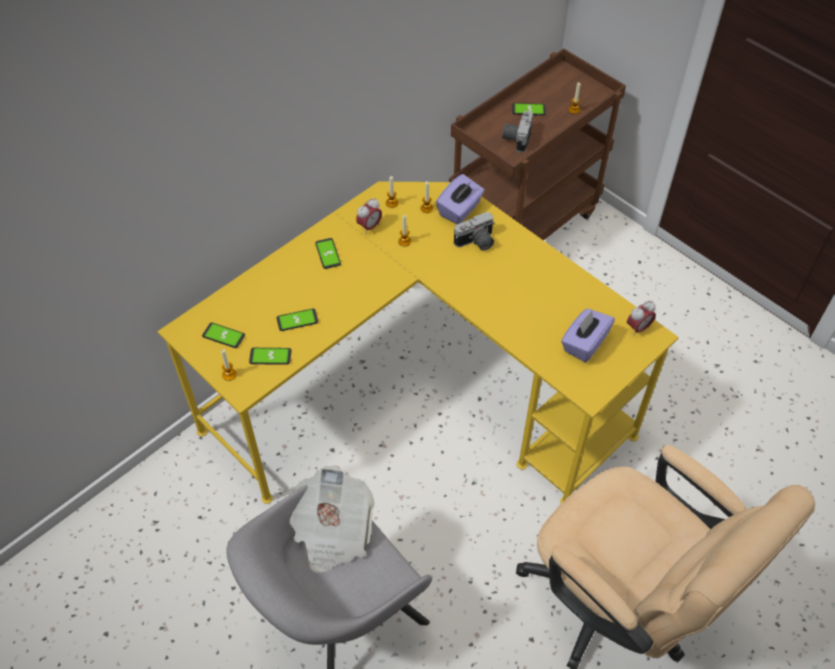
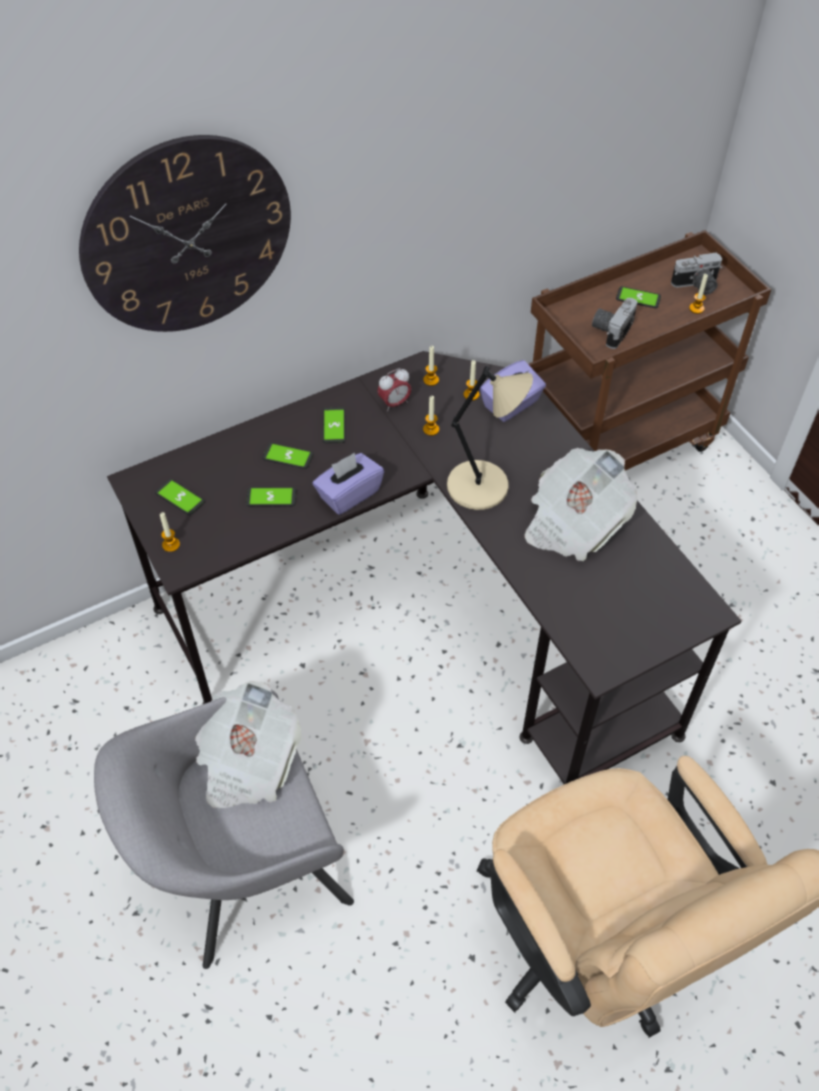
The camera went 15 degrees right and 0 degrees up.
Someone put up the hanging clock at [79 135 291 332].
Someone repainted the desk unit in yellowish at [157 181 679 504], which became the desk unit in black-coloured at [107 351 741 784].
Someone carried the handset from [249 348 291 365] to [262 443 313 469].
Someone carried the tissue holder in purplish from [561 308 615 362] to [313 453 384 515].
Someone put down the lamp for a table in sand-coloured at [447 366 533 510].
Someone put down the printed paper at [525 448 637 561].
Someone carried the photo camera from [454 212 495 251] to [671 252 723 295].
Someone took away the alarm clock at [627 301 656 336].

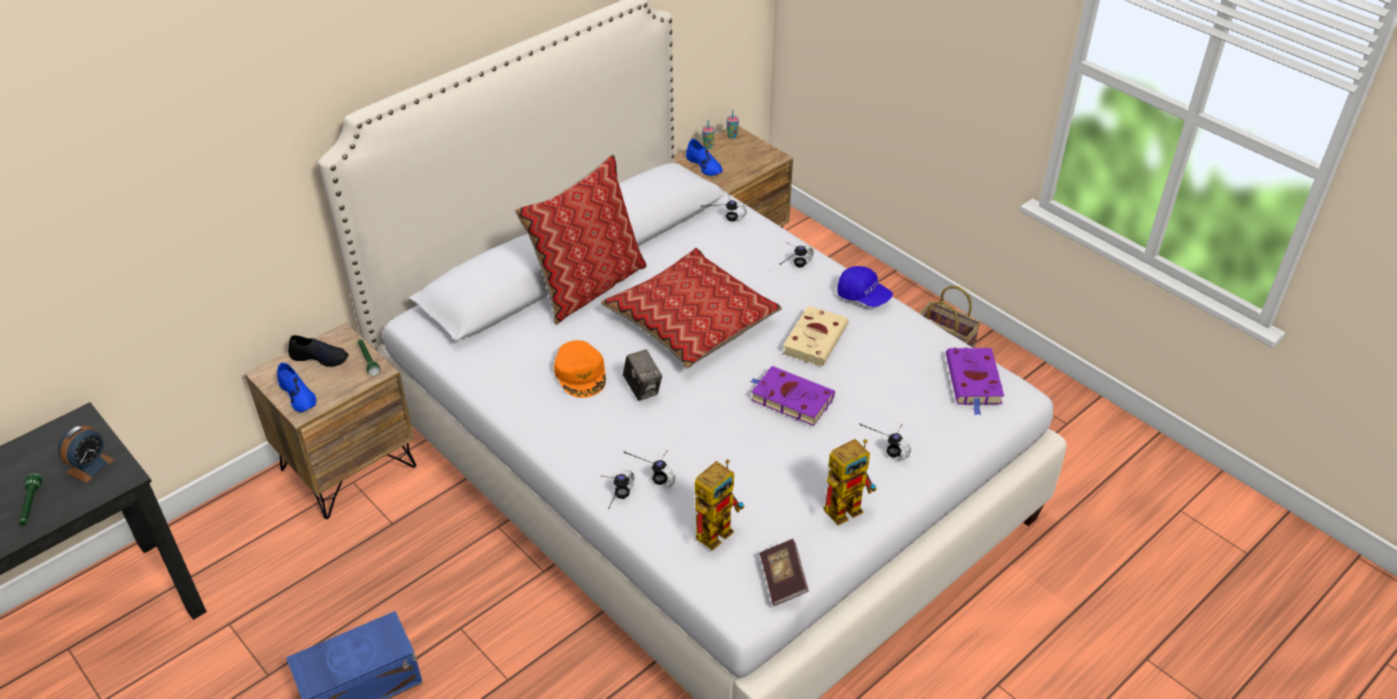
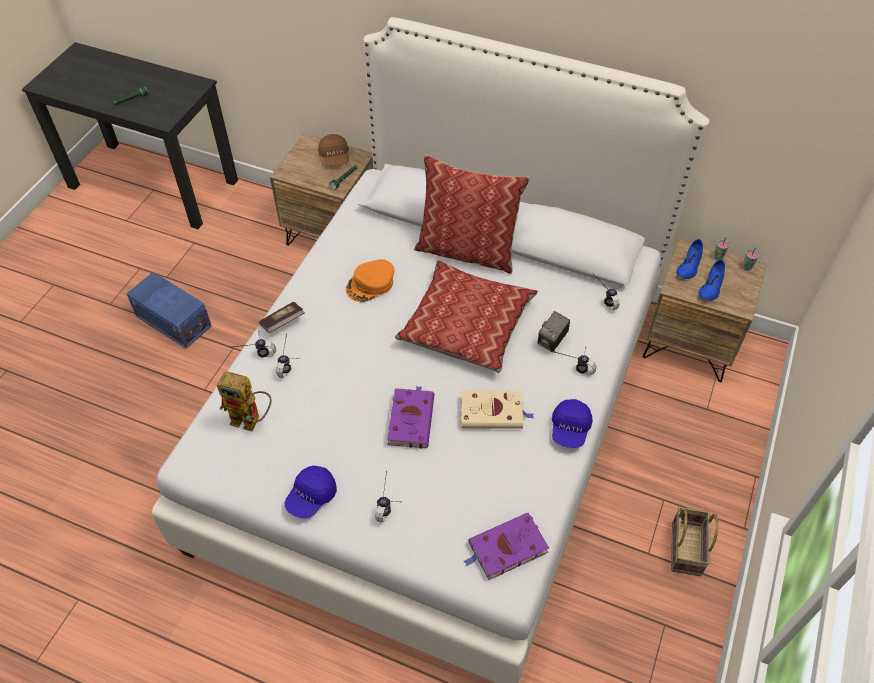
The camera went 65 degrees right and 10 degrees up.
Someone carried the book from [760 539 809 606] to [259 302 305 333].
Someone swapped the toy robot at [823 439 877 526] for the baseball cap in blue at [285 466 337 518].
Someone swapped the low shoe in black-coloured at [288 335 349 367] for the baseball cap in brown at [318 134 349 166].
Someone carried the photo camera from [623 350 662 401] to [538 311 570 352].
Someone carried the low shoe in blue from [277 363 316 412] to [699 259 725 301].
Someone took away the alarm clock at [58 426 114 483].

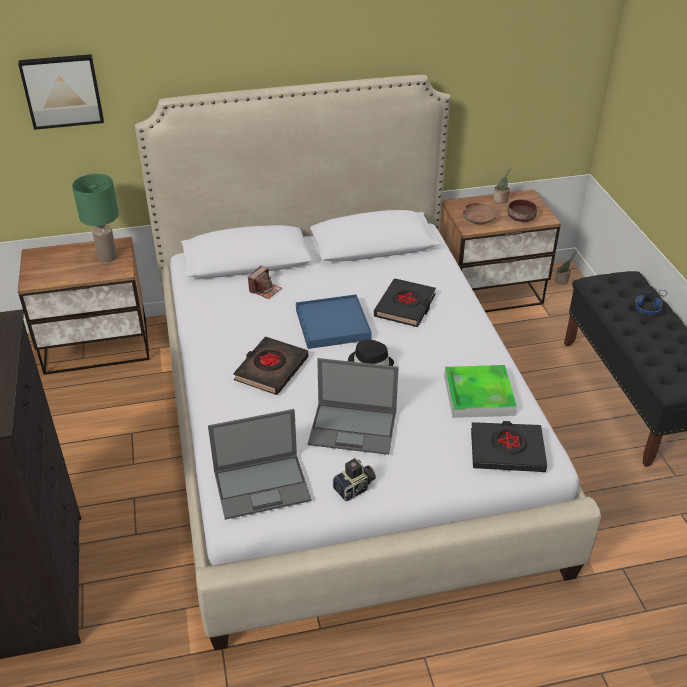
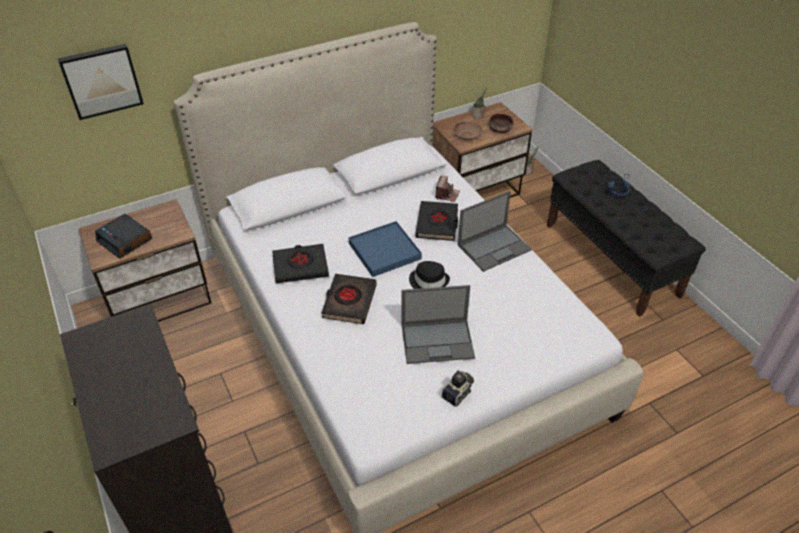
The camera went 15 degrees left and 5 degrees up.
Someone put down the alarm clock at [95 214 152 259].
Someone carried the book in black-coloured from [471 421 547 472] to [272 244 329 283].
Someone carried the photo camera from [248 266 282 299] to [435 175 460 202].
Someone carried the laptop from [208 409 311 520] to [458 191 532 272].
Someone took away the lamp for a table in green-coloured at [72 174 119 262].
Someone took away the carrying tray at [444 365 517 418].

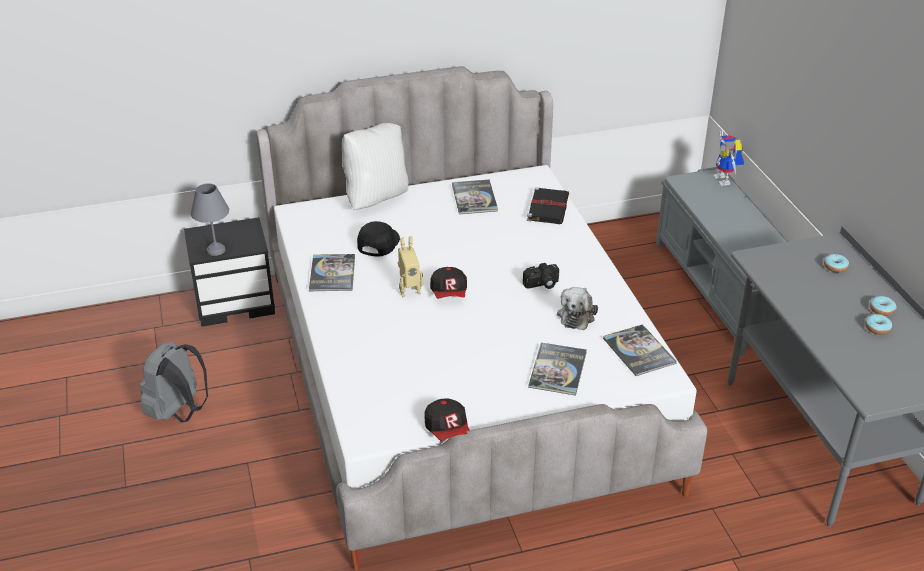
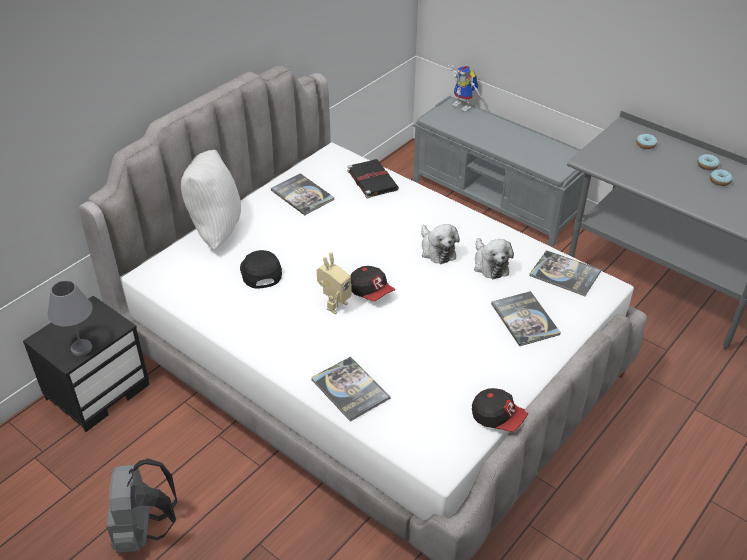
The camera went 35 degrees left and 5 degrees up.
Someone carried the book from [309 254 355 291] to [311 357 390 422].
Someone swapped the photo camera at [523 263 559 289] for the soft toy at [421 224 460 264].

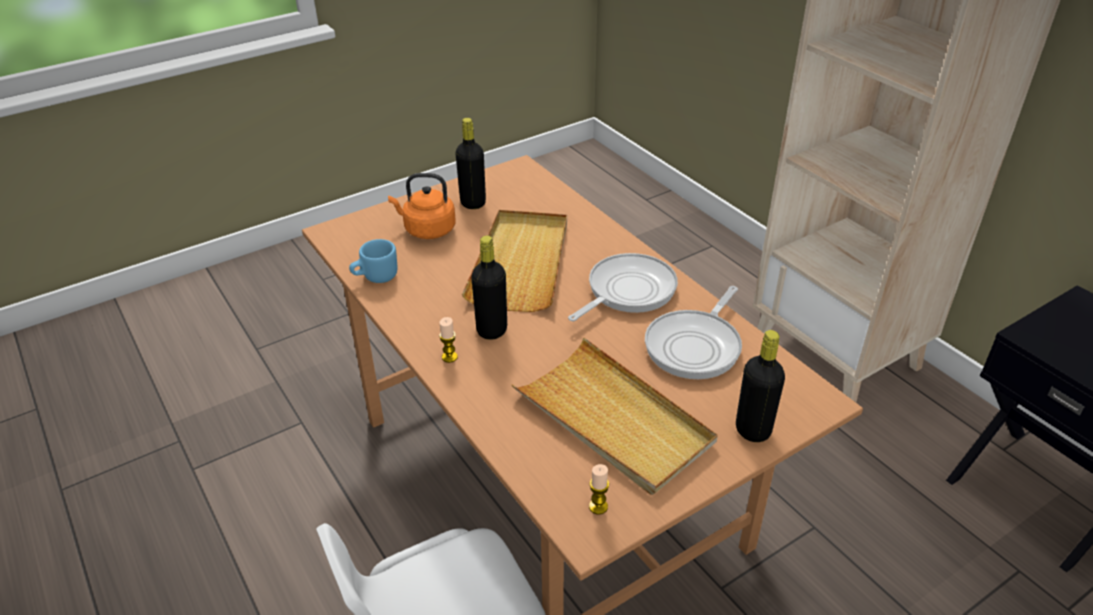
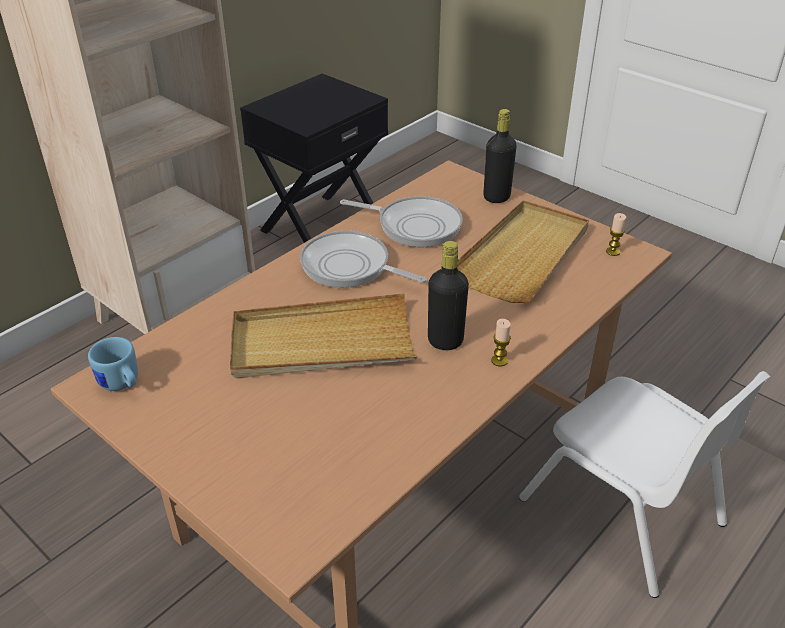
The camera went 105 degrees left and 0 degrees up.
Someone carried the coffee mug in blue from [349 239 398 283] to [88 337 138 391].
Someone took away the tea kettle in orange at [388 173 456 239].
Someone took away the drink bottle in black-coloured at [455 118 486 209].

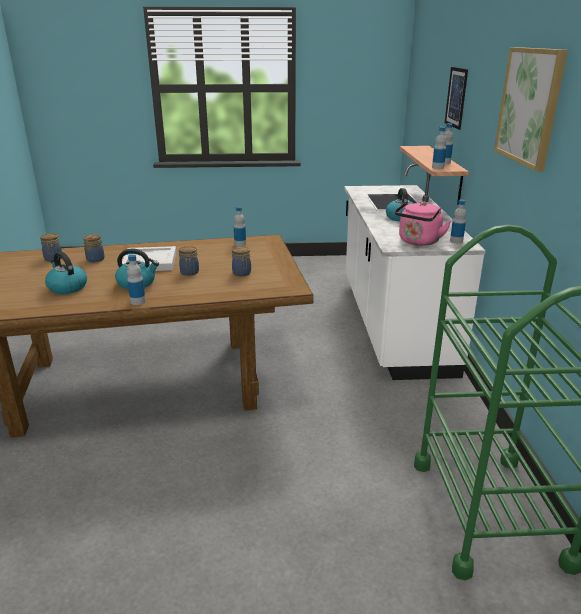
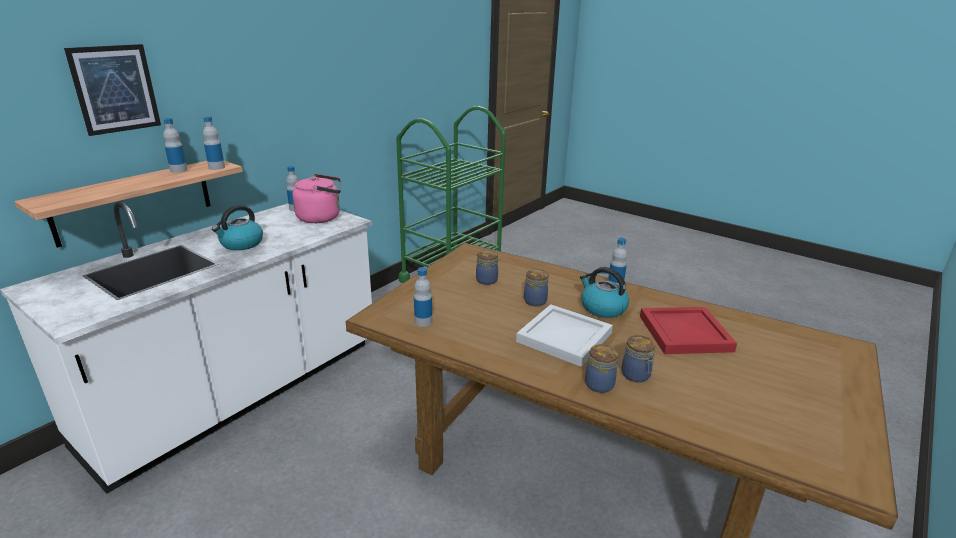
The camera went 140 degrees left and 0 degrees up.
Someone carried the jar from [40 234 62 261] to [585 344 618 393].
Someone swapped the tea kettle at [45 252 87 294] for the carrying tray in red at [640 307 737 354].
Someone took away the picture at [494 47 568 171].

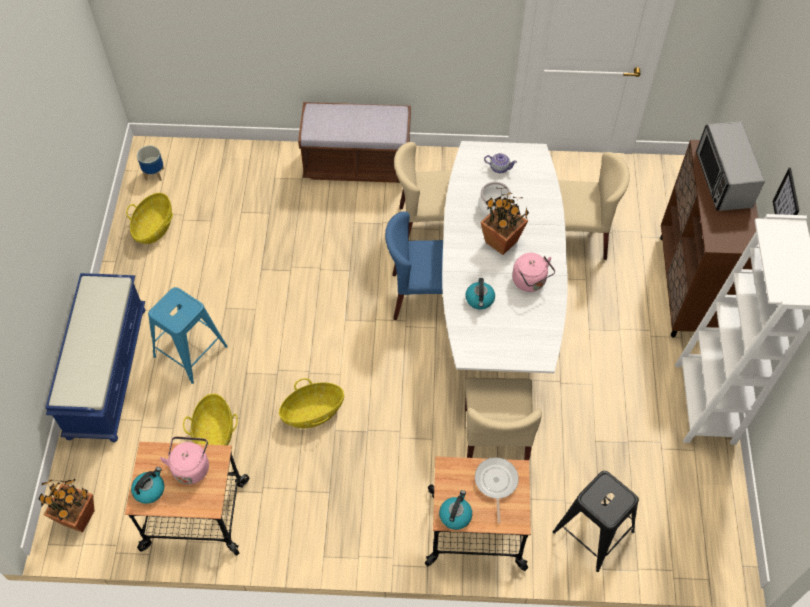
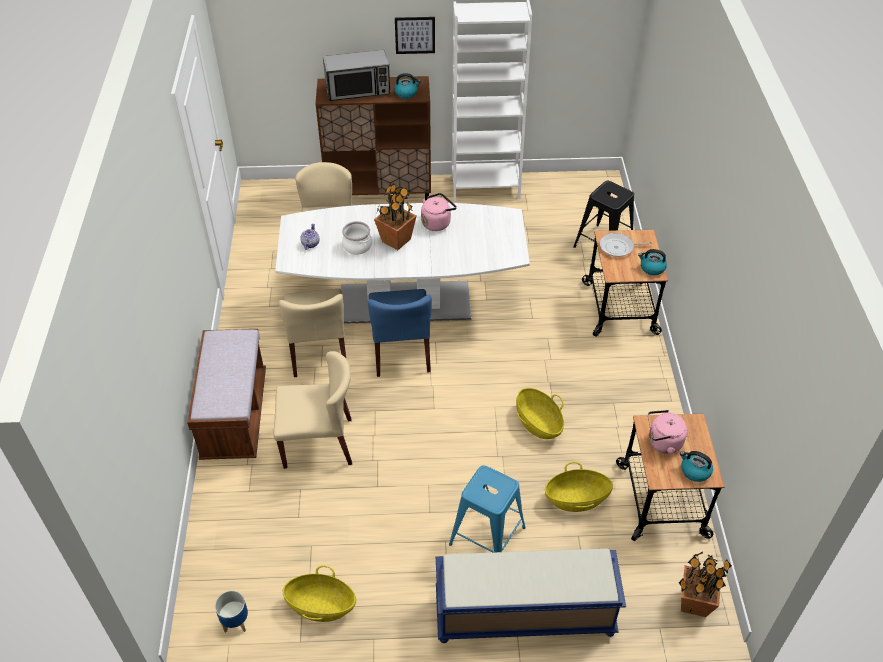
The camera went 95 degrees left and 10 degrees down.
Someone carried the chair in sand-coloured from [465 378 542 461] to [274 351 352 469].
Someone carried the tea kettle from [465 278 495 310] to [394 73 421 99].

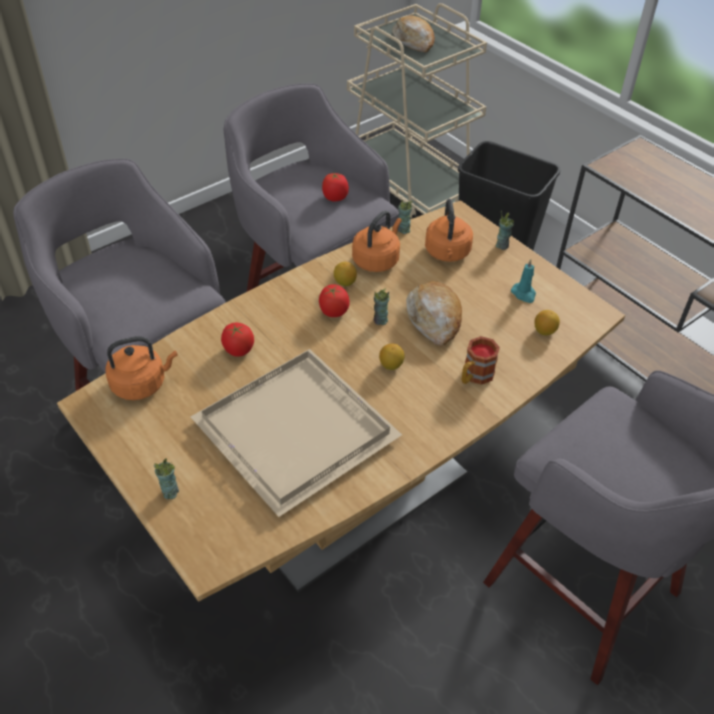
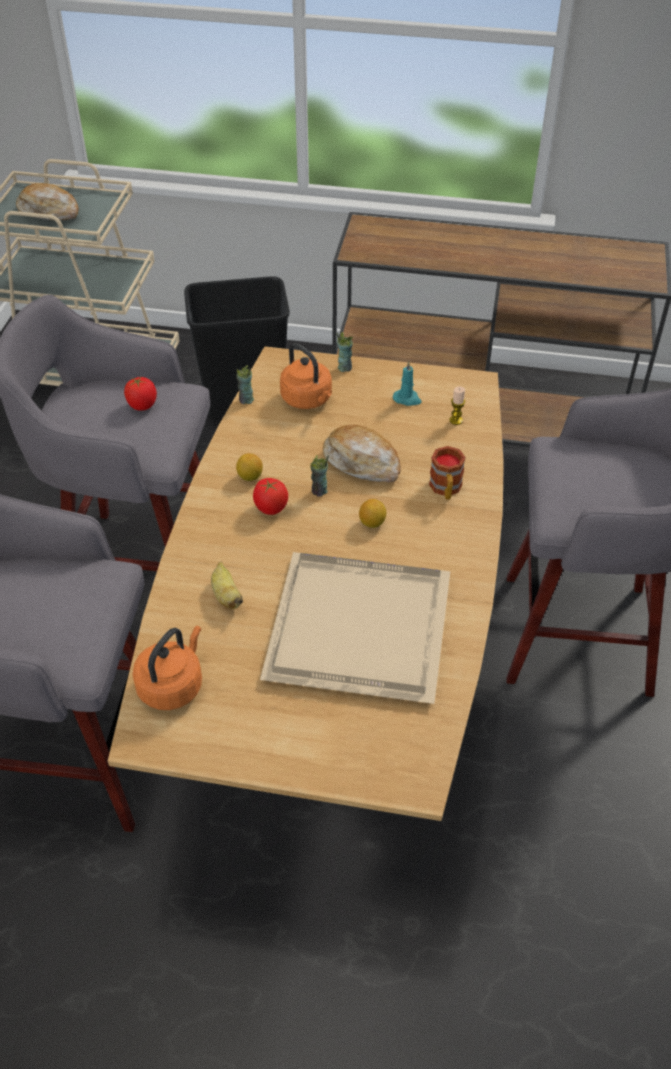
The camera went 40 degrees left and 0 degrees up.
Someone swapped the fresh tomato at [221 323 254 357] for the banana fruit at [211 562 243 609].
Someone swapped the whole lemon at [534 310 560 335] for the wax candle at [449 386 465 425].
Someone took away the cup at [154 458 179 499].
Someone took away the tea kettle in orange at [352 211 402 272].

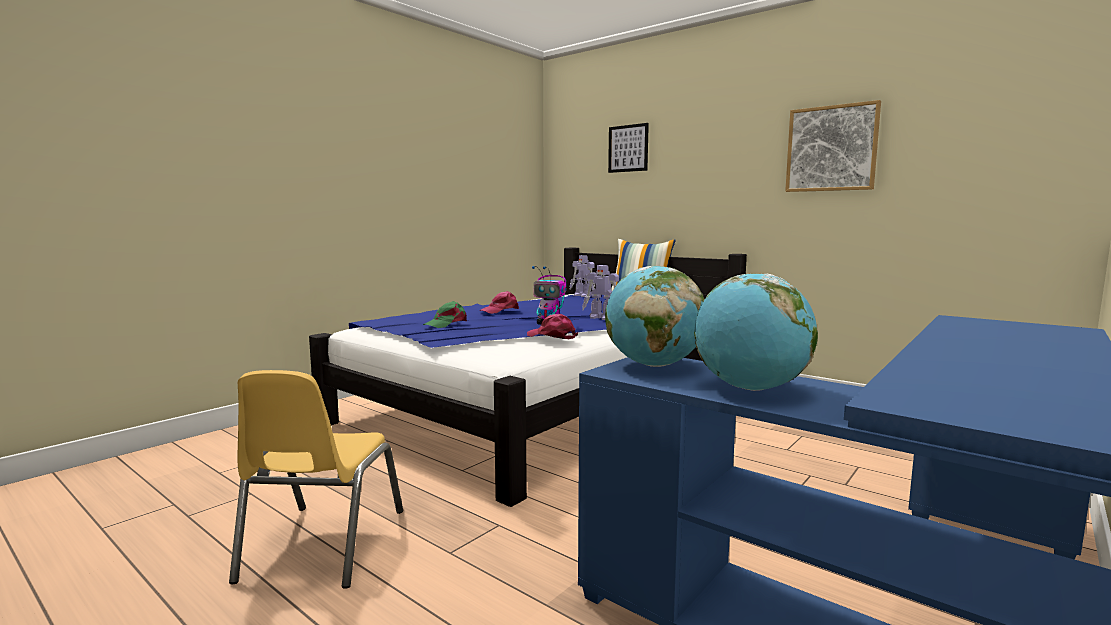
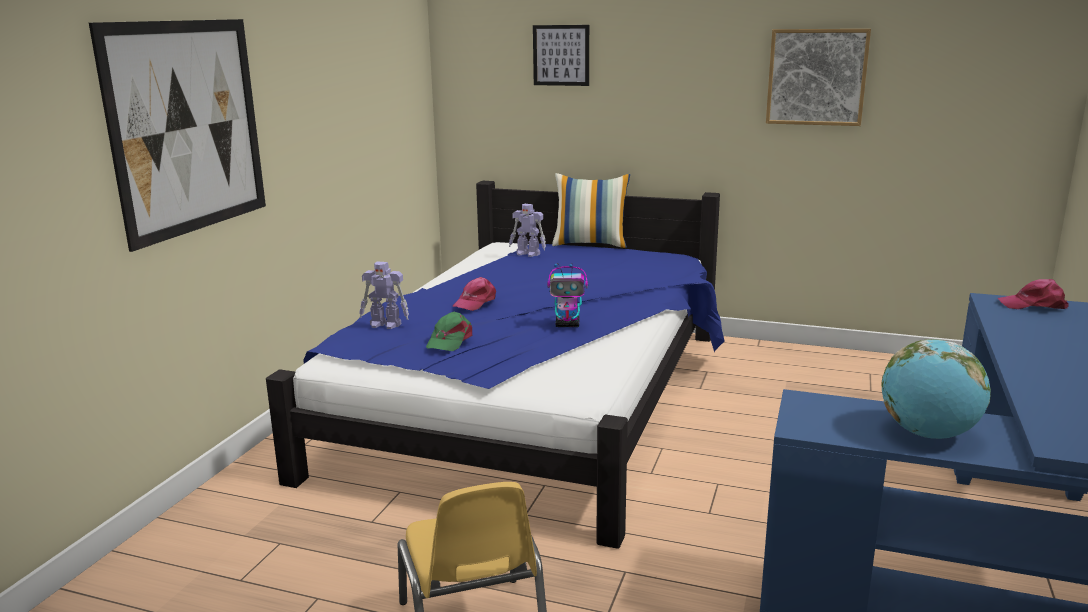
The camera went 20 degrees left and 10 degrees up.
Someone put up the picture at [89 19 266 252].
Someone carried the toy robot from [582 265 619 320] to [359 261 409 329].
Someone carried the baseball cap in pinkish from [527 314 578 339] to [998 279 1069 309].
Someone took away the world globe at [605 266 705 367].

